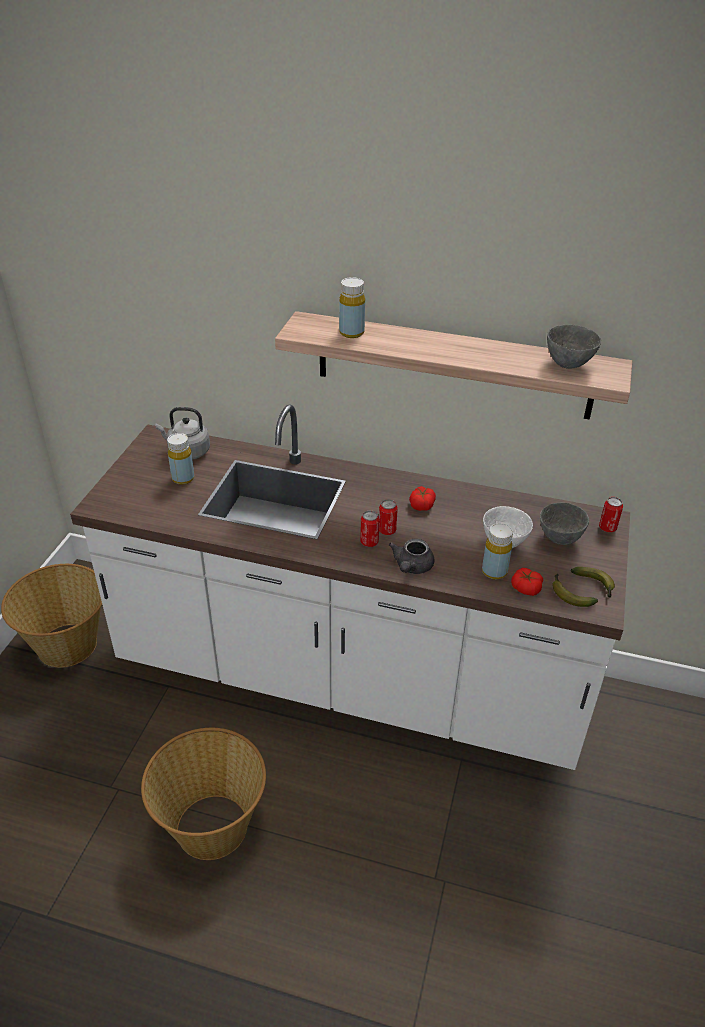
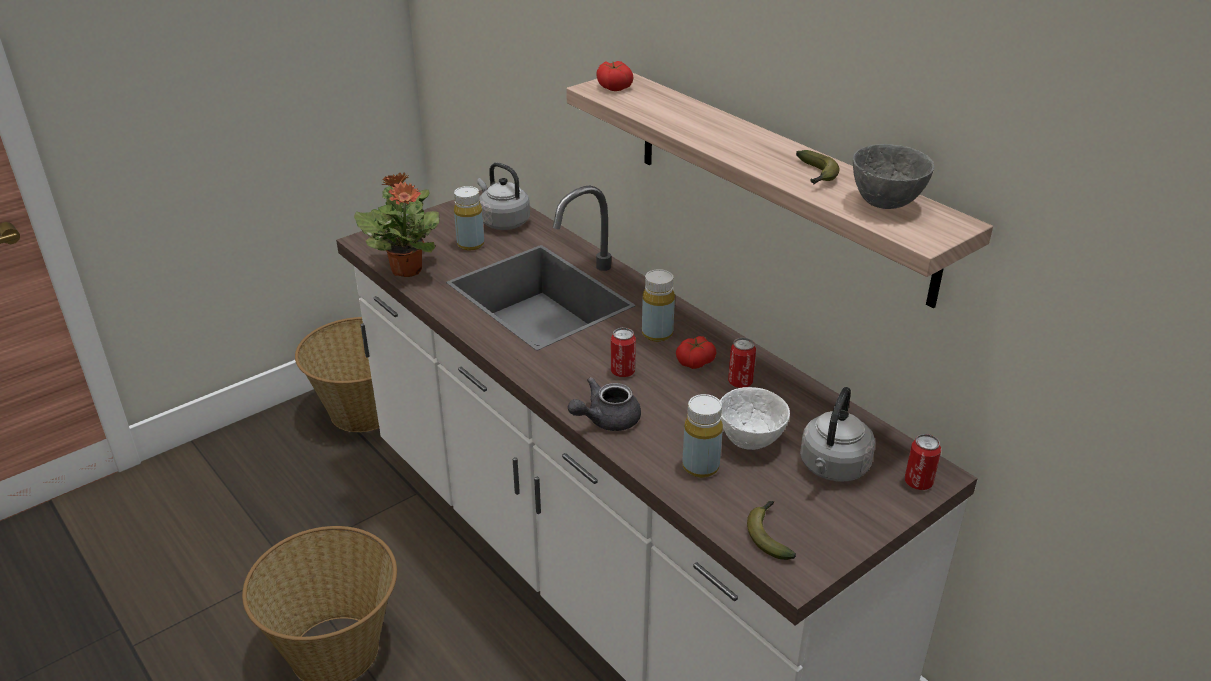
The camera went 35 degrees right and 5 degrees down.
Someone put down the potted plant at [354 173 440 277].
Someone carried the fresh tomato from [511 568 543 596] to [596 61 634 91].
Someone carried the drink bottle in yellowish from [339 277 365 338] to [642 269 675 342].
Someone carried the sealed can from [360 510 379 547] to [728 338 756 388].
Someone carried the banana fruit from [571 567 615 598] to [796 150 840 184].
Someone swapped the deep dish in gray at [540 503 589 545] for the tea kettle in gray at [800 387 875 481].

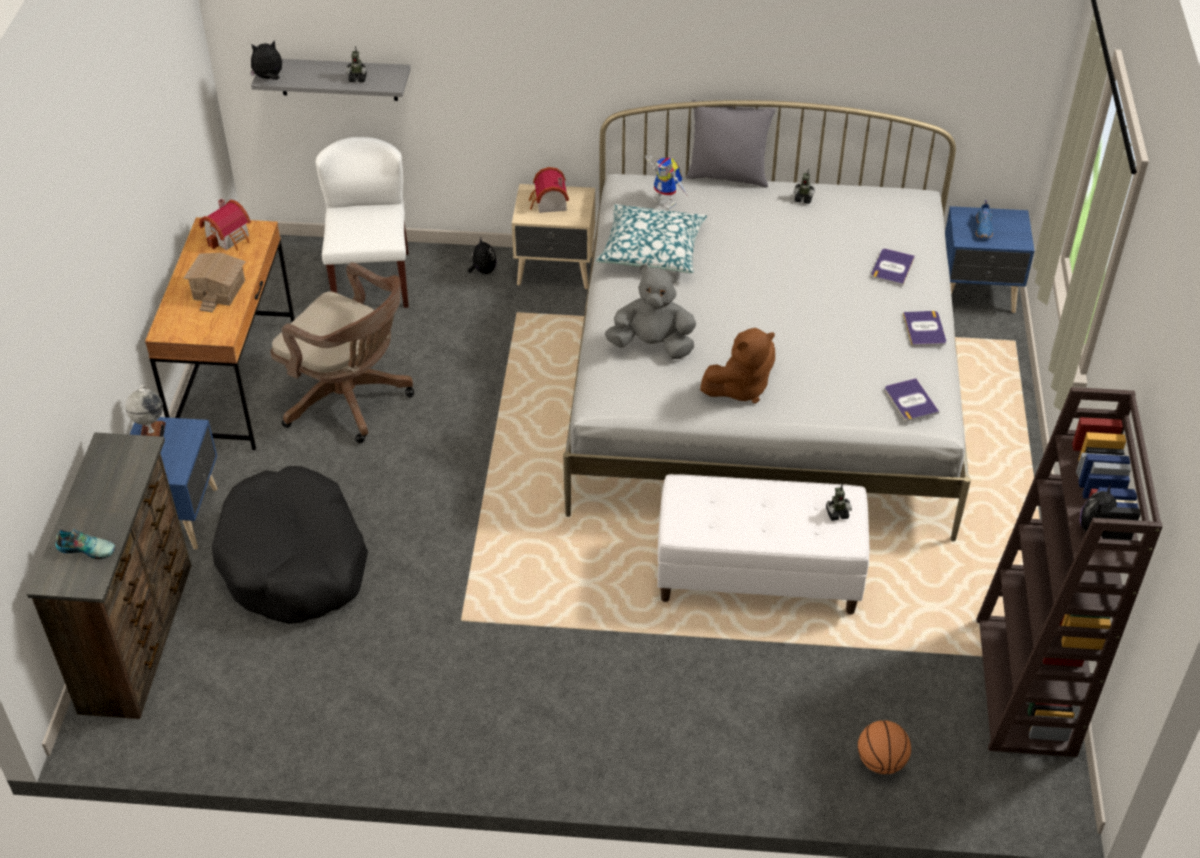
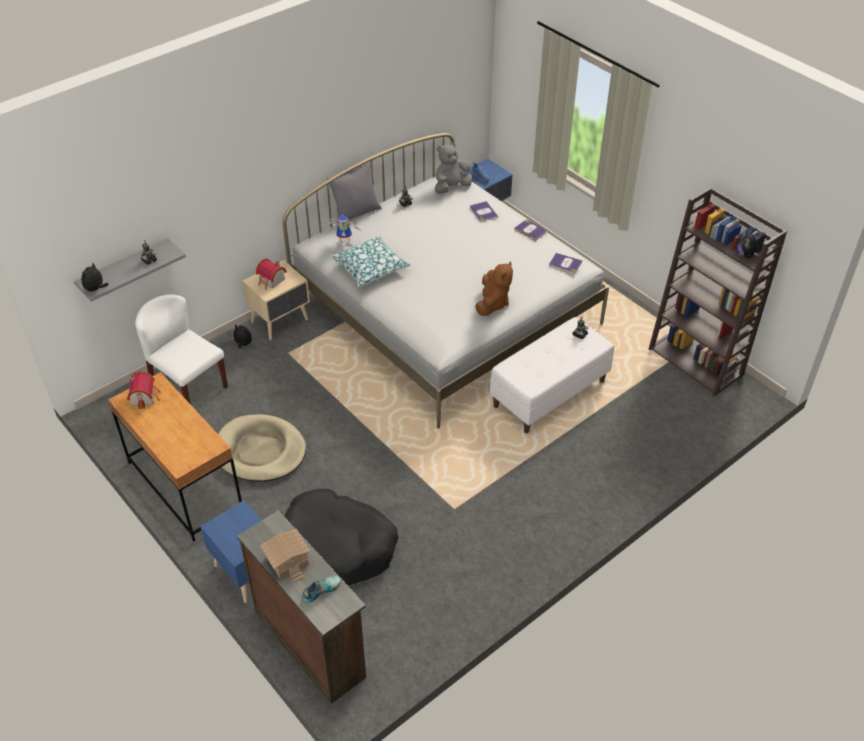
The camera went 45 degrees left and 0 degrees up.
Someone swapped the office chair in brown at [271 262 414 443] for the dog cushion in sand-coloured at [218 414 306 482].
Someone carried the miniature house from [183 253 246 312] to [260 529 310 583].
Someone carried the soft toy in gray from [605 264 696 359] to [435 142 472 194].
Someone took away the world globe at [125 385 166 437].
Someone took away the basketball at [858 720 911 774].

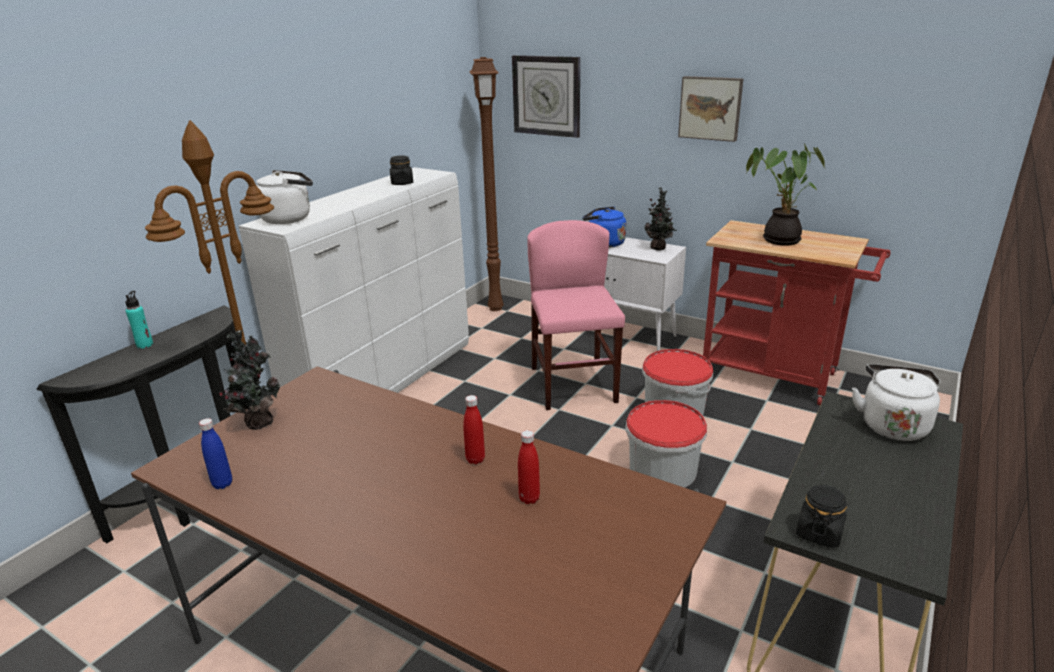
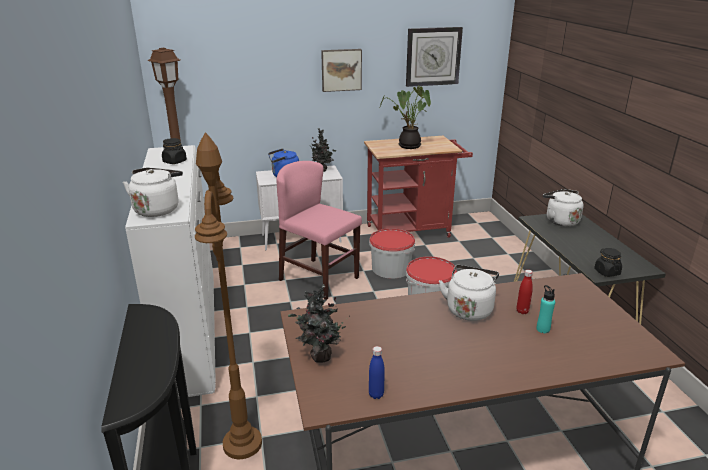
The camera went 45 degrees left and 0 degrees up.
Someone carried the hanging clock from [512 55 580 138] to [406 27 463 87].
Someone swapped the drink bottle in red at [463 395 485 464] for the tea kettle in white-coloured at [439 265 499 321].
Someone carried the drink bottle in blue-green from [125 291 153 349] to [536 285 555 333].

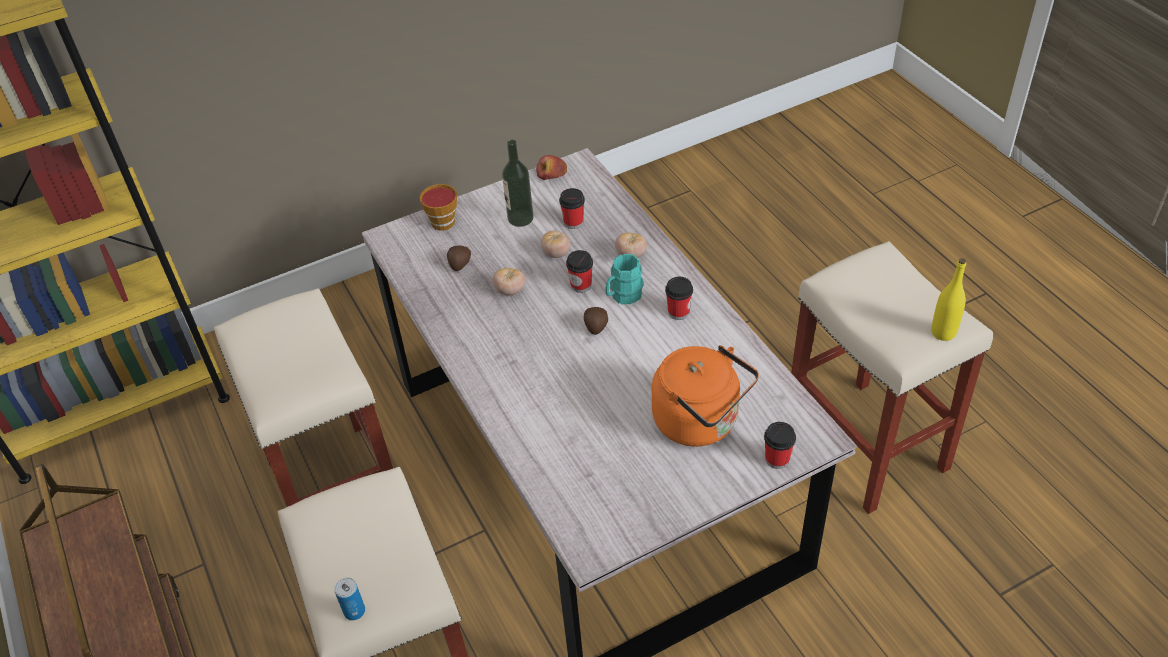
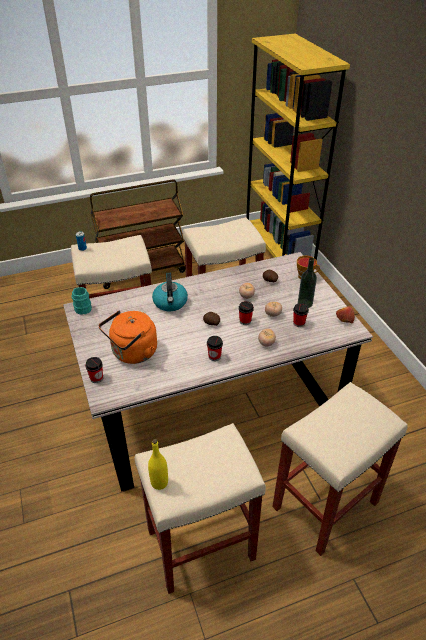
The camera went 95 degrees right and 5 degrees down.
Someone carried the coffee mug in blue-green from [605 254 644 304] to [71 287 92 315].
Someone put down the tea kettle at [152 273 188 311].
Someone put down the stool in sand-coloured at [272 382 408 556].

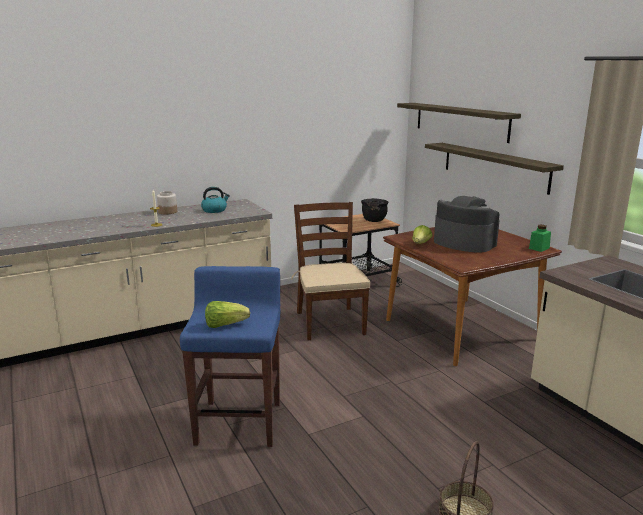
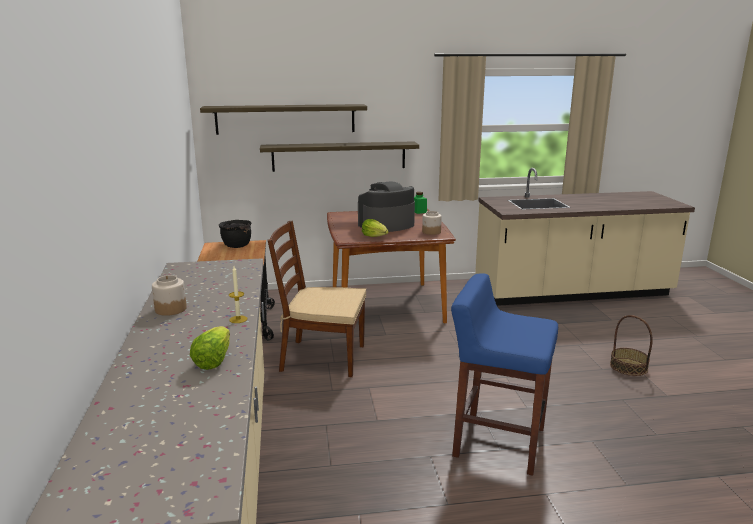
The camera went 70 degrees left and 0 degrees up.
Someone carried the lettuce head from [205 301 250 328] to [190 326 230 370].
Someone put down the jar at [422 211 442 235].
Someone took away the tea kettle at [201 187 230 213].

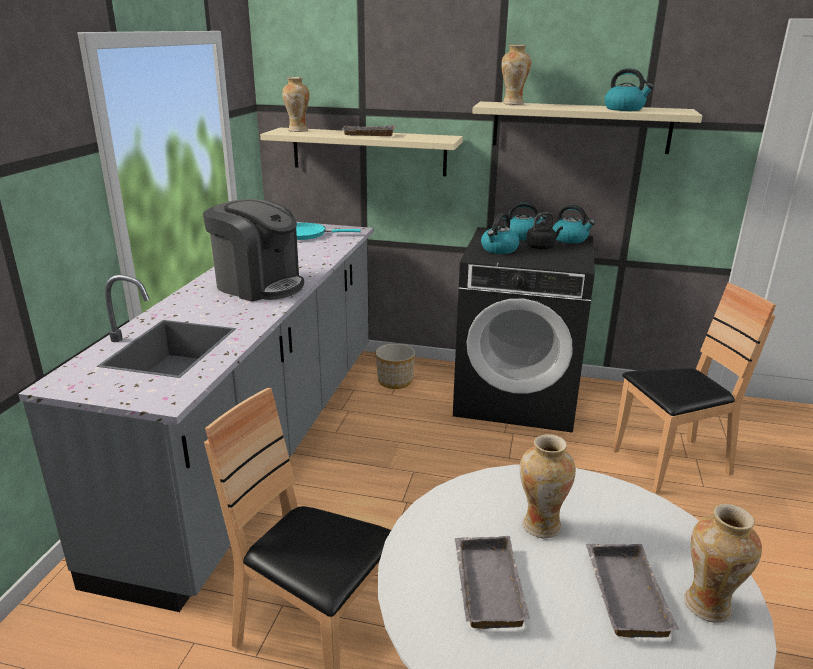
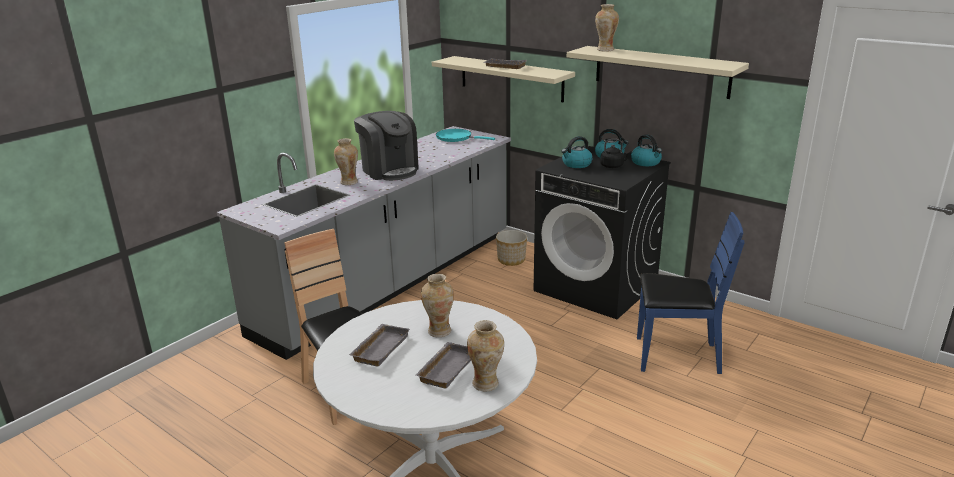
The camera went 25 degrees right and 0 degrees up.
Someone carried the flower vase from [282 77 310 132] to [334 138 358 185].
Someone repainted the chair in brown at [613 283 776 494], which became the chair in blue at [637 212 745 374].
Someone took away the tea kettle at [604 68 654 111].

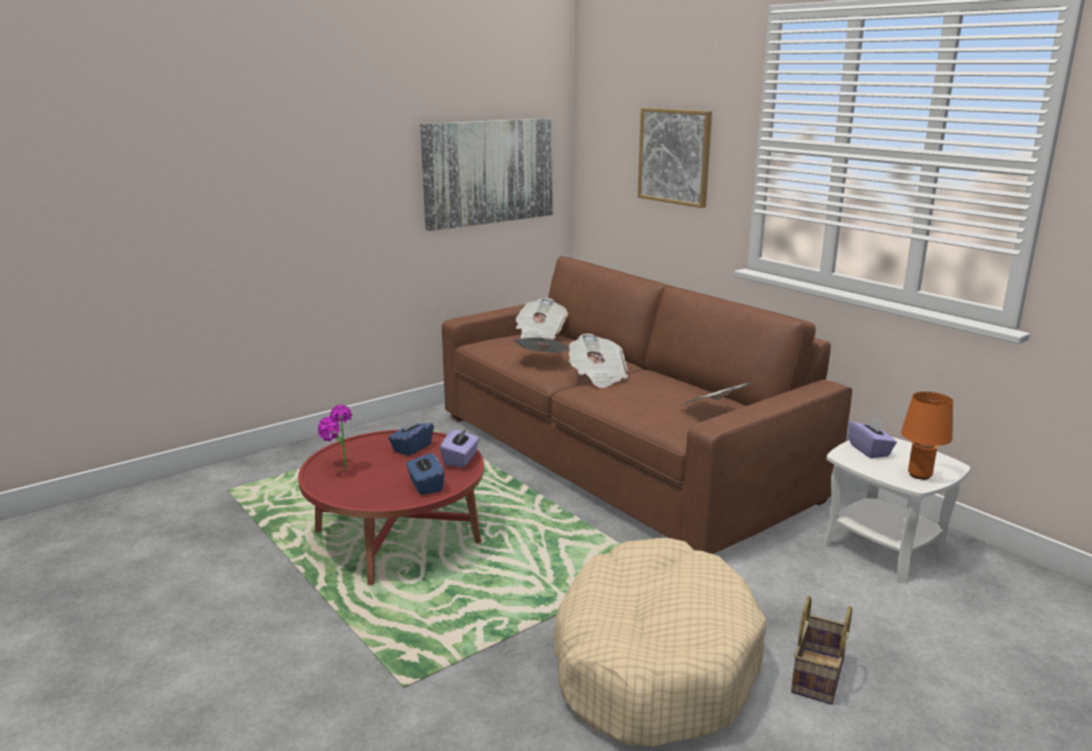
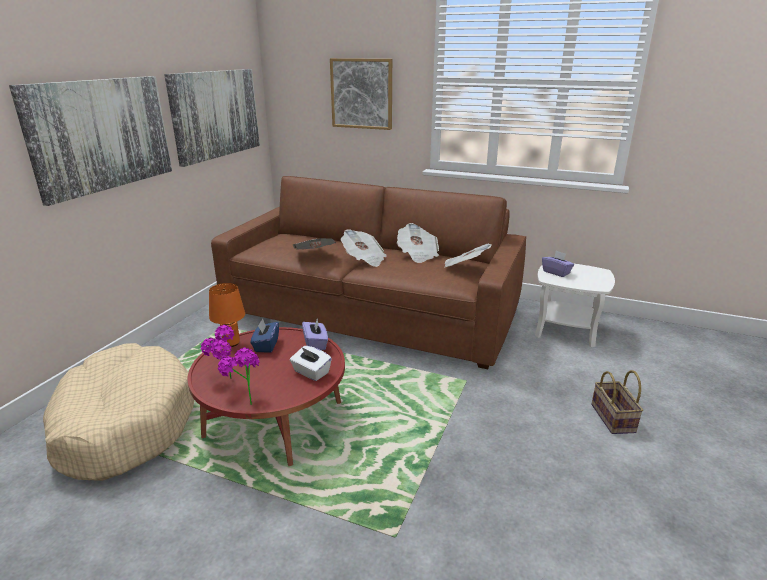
The camera went 30 degrees left and 5 degrees up.
Someone put up the picture at [9 76 172 206].
Someone carried the dog cushion in sand-coloured from [554 538 767 747] to [43 343 194 481].
Someone carried the lamp for a table in orange from [901 392 953 480] to [209 283 245 347].
Someone put down the potted plant at [218 347 260 405].
Someone repainted the tissue holder in blue at [406 453 444 495], which became the tissue holder in white-coloured at [290 346 332 381].
Someone carried the printed paper from [515 298 568 340] to [397 223 439 263].

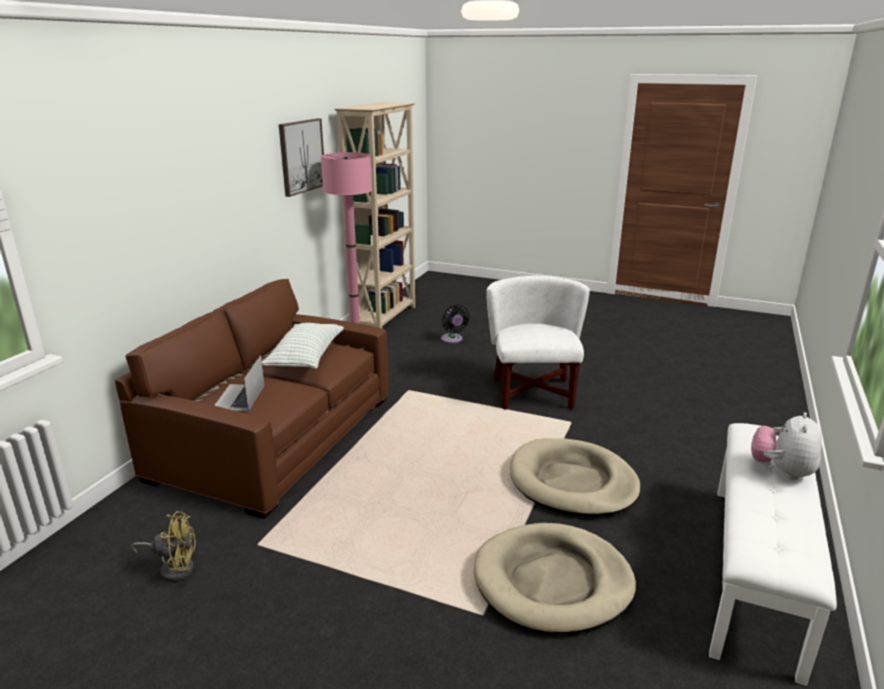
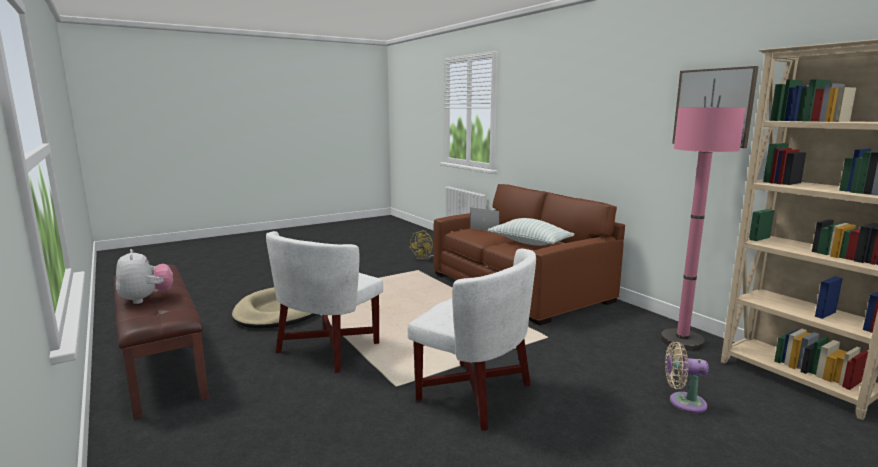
The camera went 125 degrees right and 10 degrees down.
Someone repainted the long seat in white-coloured at [709 423 837 686], which became the long seat in brown at [114 265 209 419].
Someone swapped the dog cushion in sand-coloured at [510 438 641 517] for the lounge chair in white-coloured at [266 231 383 373].
Someone repainted the cooling fan in black-coloured at [441 305 470 343], which became the cooling fan in sand-coloured at [665 342 709 413].

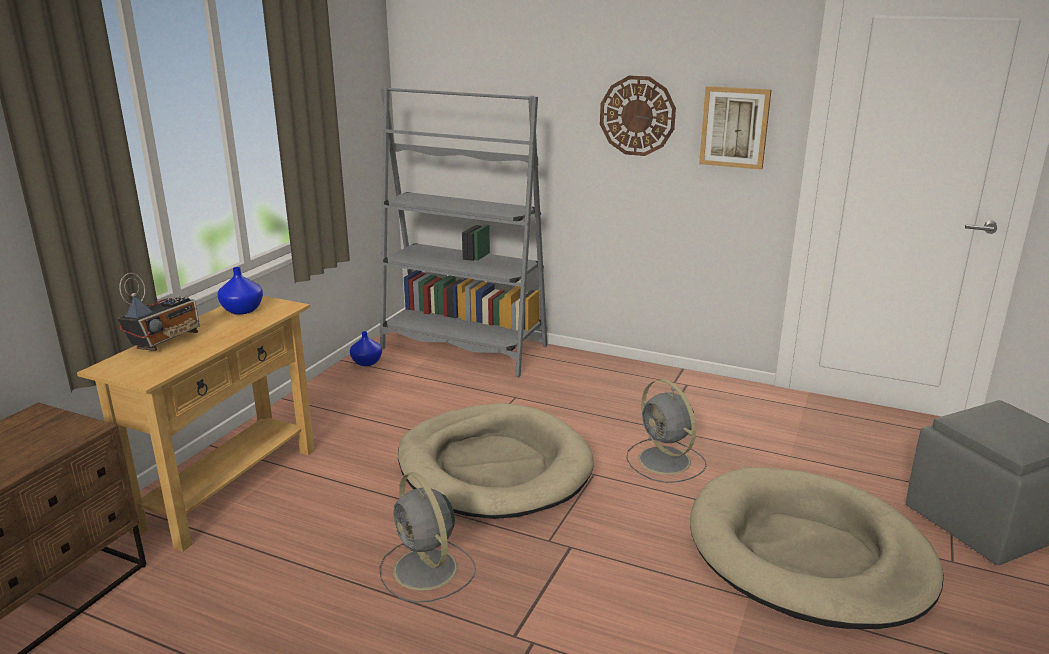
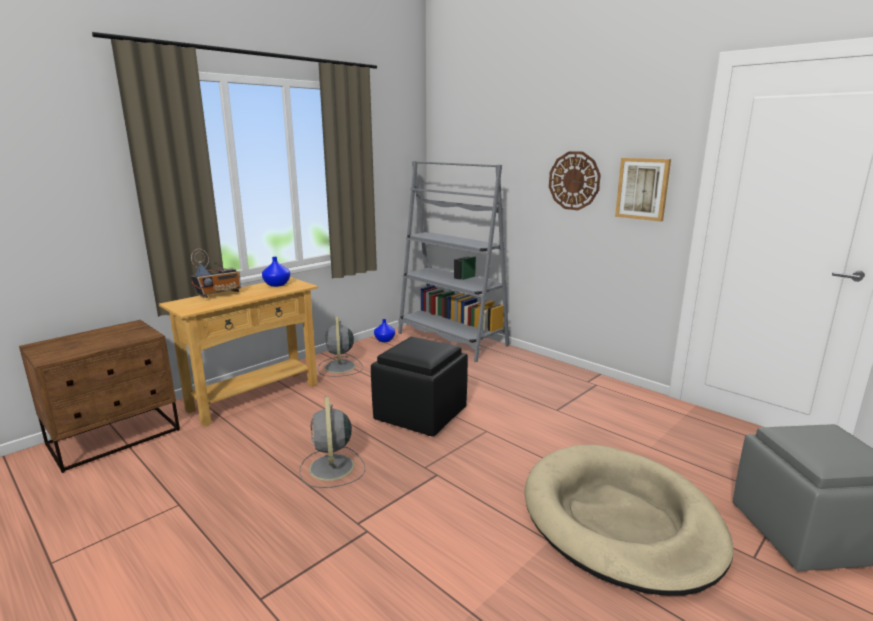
The camera went 20 degrees right and 5 degrees down.
Someone carried the cooling fan in gray from [626 379 707 483] to [318 316 363 377].
Someone swapped the dog cushion in sand-coloured at [398 403 594 519] for the ottoman in black-coloured at [371 337 468 437].

